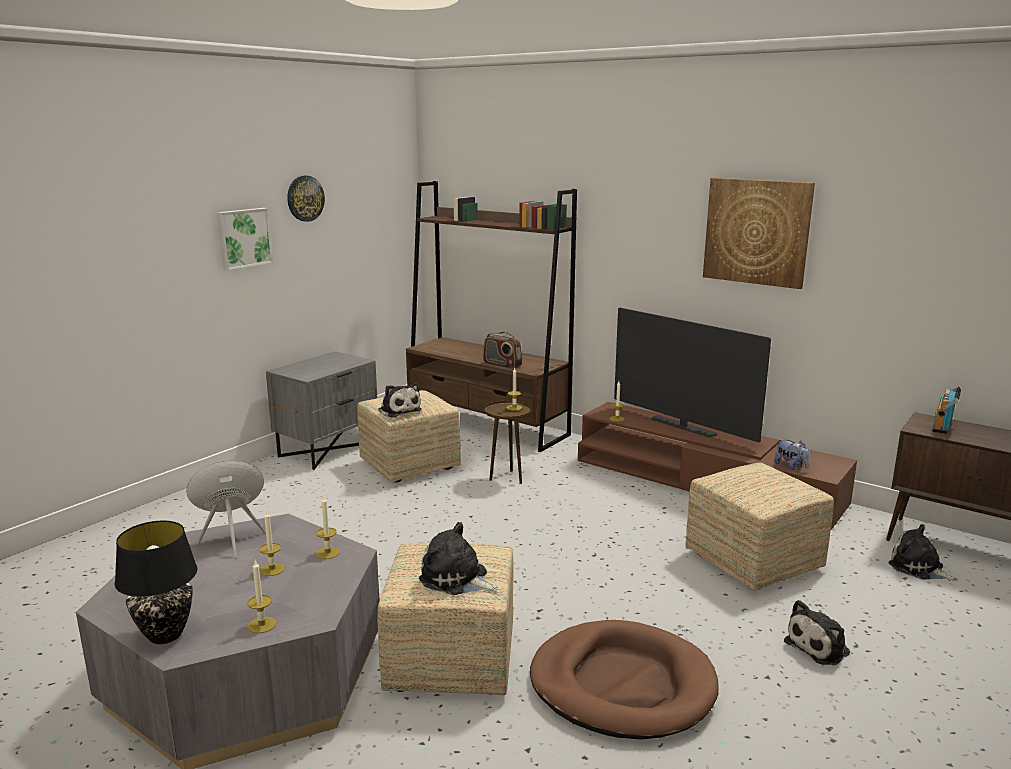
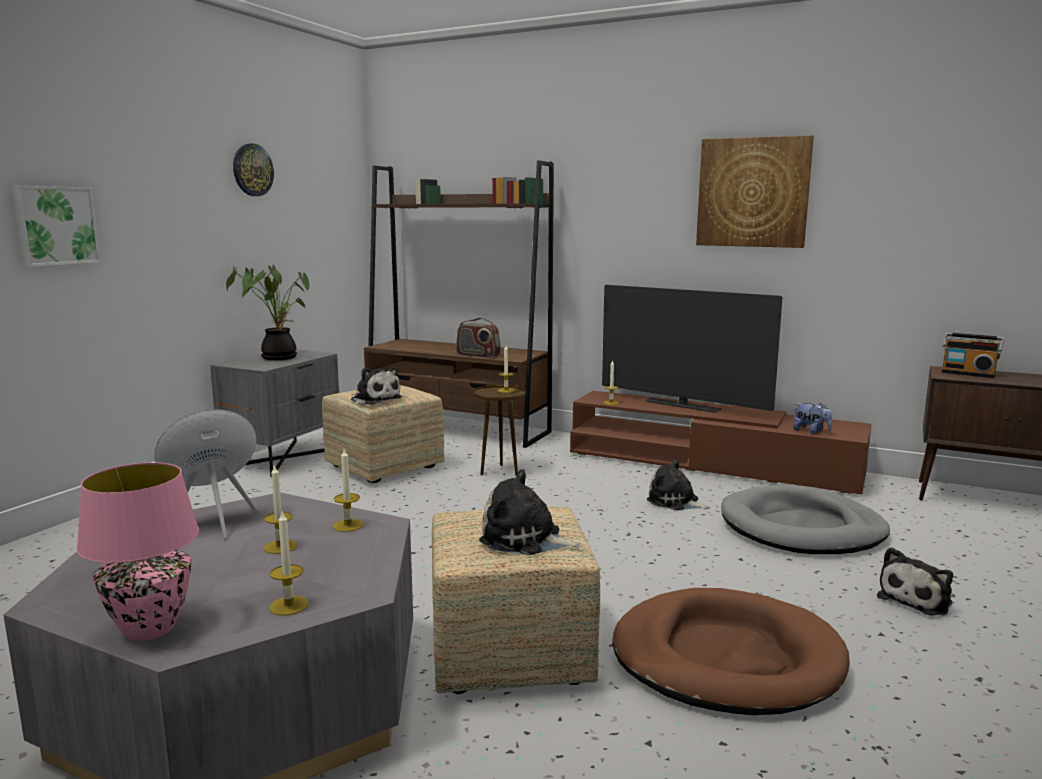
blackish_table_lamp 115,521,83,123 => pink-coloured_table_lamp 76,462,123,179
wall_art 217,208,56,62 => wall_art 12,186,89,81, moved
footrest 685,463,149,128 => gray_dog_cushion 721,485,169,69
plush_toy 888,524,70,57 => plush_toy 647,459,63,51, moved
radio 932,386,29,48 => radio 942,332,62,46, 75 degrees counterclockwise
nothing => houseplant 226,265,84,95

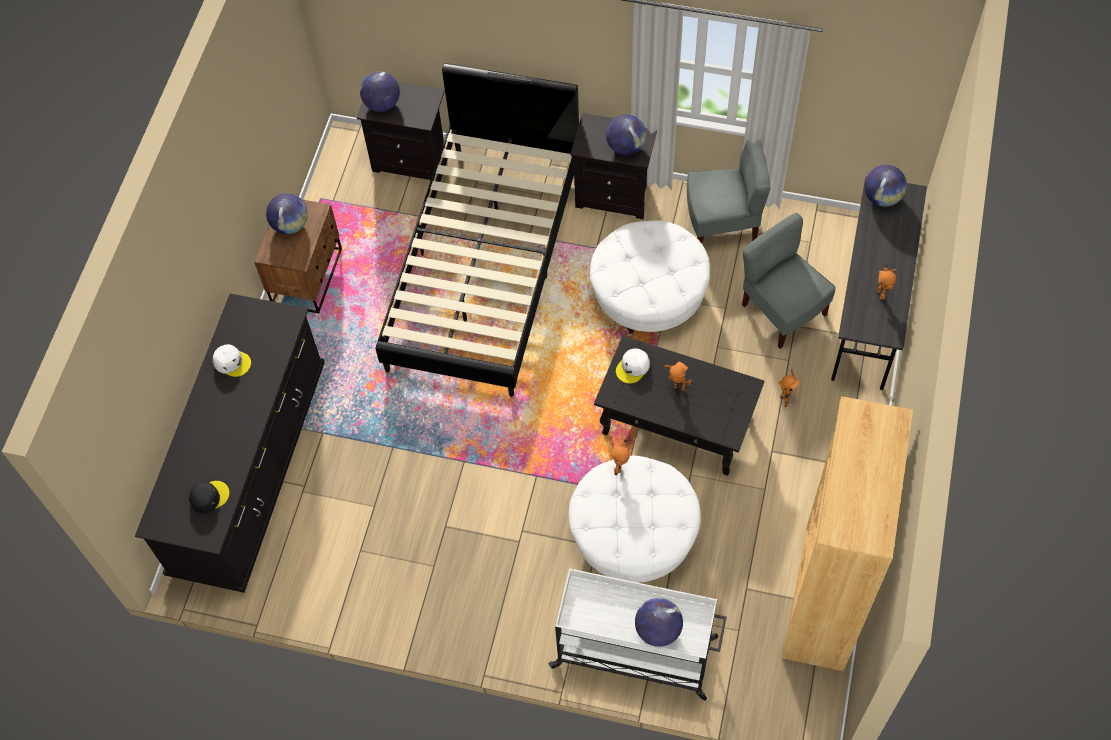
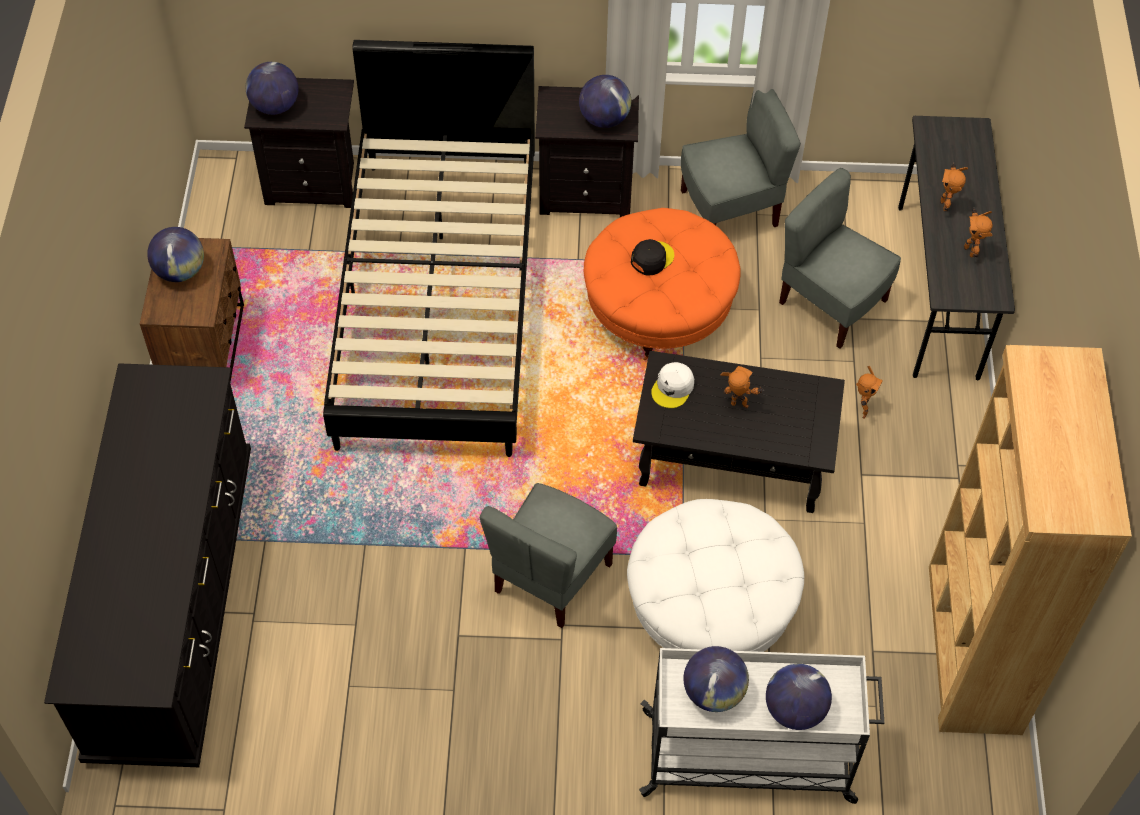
blackish_baseball_cap 189,481,41,33 => blackish_baseball_cap 631,239,43,37, moved
white-coloured_baseball_cap 213,344,38,33 => nothing
white-coloured_footrest 590,220,120,116 => orange-coloured_footrest 584,208,157,152
toy_robot 609,438,23,38 => toy_robot 940,162,28,50, moved
world_globe 864,165,43,42 => world_globe 683,646,66,66, moved
nothing => gray_chair 480,483,137,145

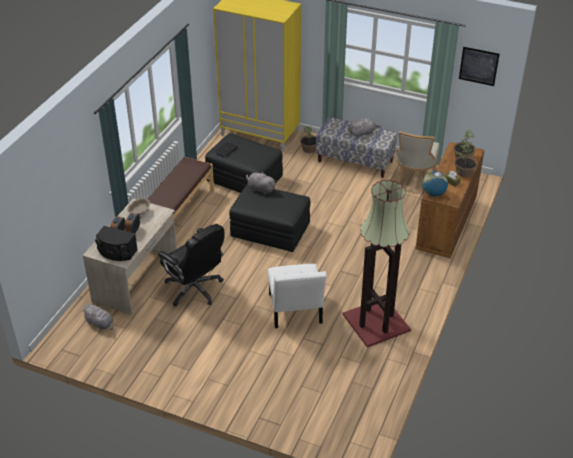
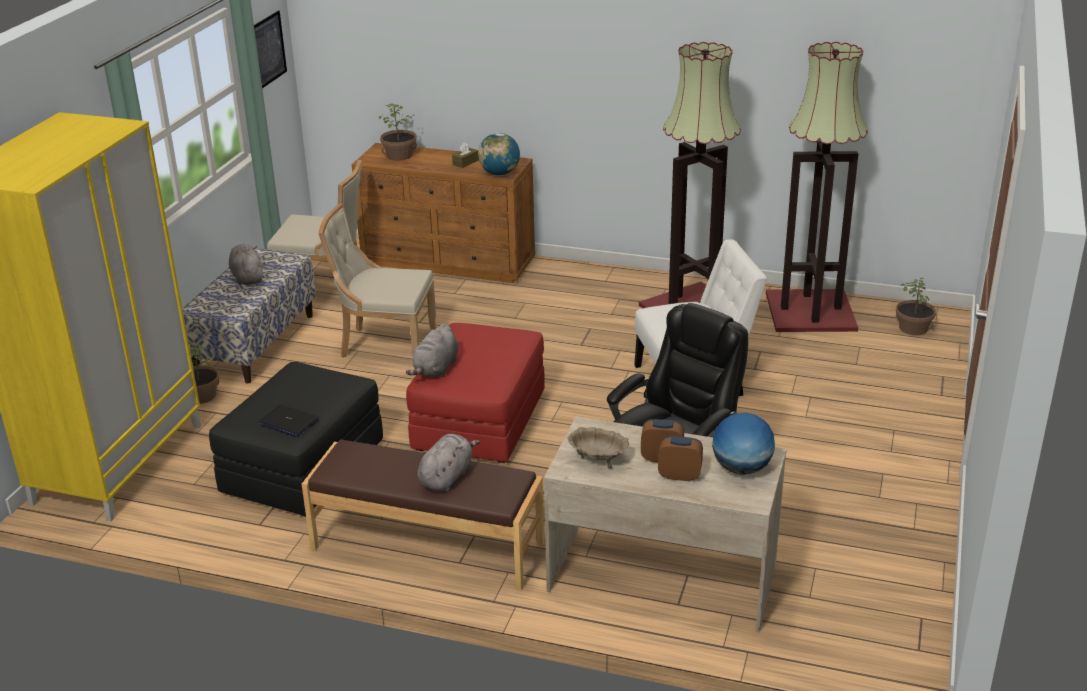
gray_plush_toy 81,304,32,26 => gray_plush_toy 417,434,63,57, moved
blackish_speaker 95,226,43,35 => world_globe 712,413,63,62
blackish_footrest 229,184,81,68 => red_footrest 406,323,139,140
houseplant 454,144,23,33 => houseplant 896,278,40,57, moved
nothing => sand-coloured_chair 318,203,119,155
nothing => standard_lamp 766,42,102,290

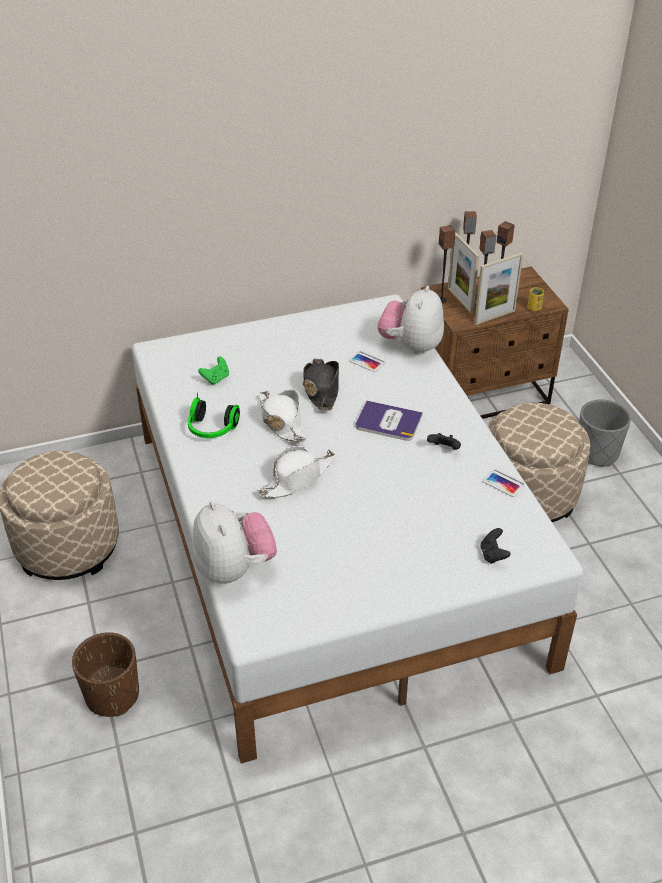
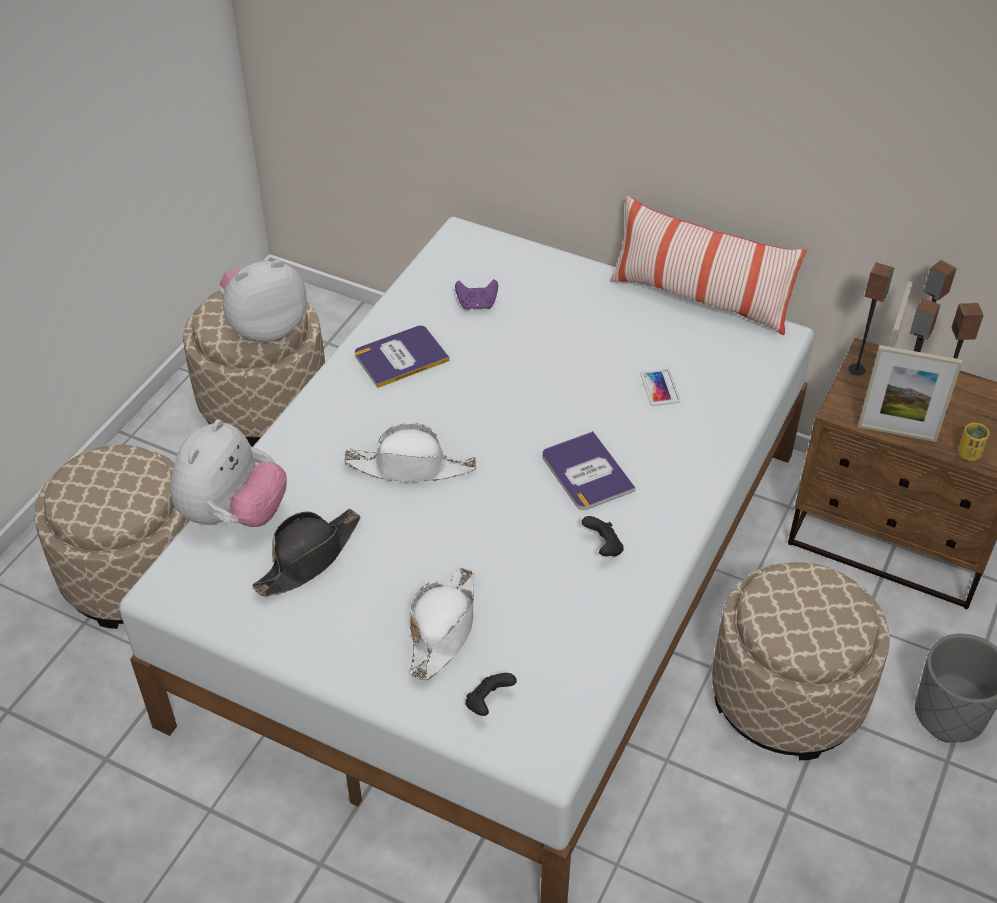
brown-coloured_planter 72,632,67,85 => sand-coloured_footrest 34,445,156,184
pair_of_headphones 188,392,52,46 => volume 355,326,95,62
greenish_game_controller 198,356,31,29 => purplish_game_controller 455,279,43,31
white-coloured_clothing_hat 259,390,47,52 => white-coloured_clothing_hat 410,568,65,112, moved
blackish_clothing_hat 303,359,36,52 => blackish_clothing_hat 252,509,108,88, moved
plush_toy 378,286,66,69 => plush_toy 219,260,88,82, moved
handset 482,469,43,28 => nothing
nothing => throw_pillow 610,196,197,139

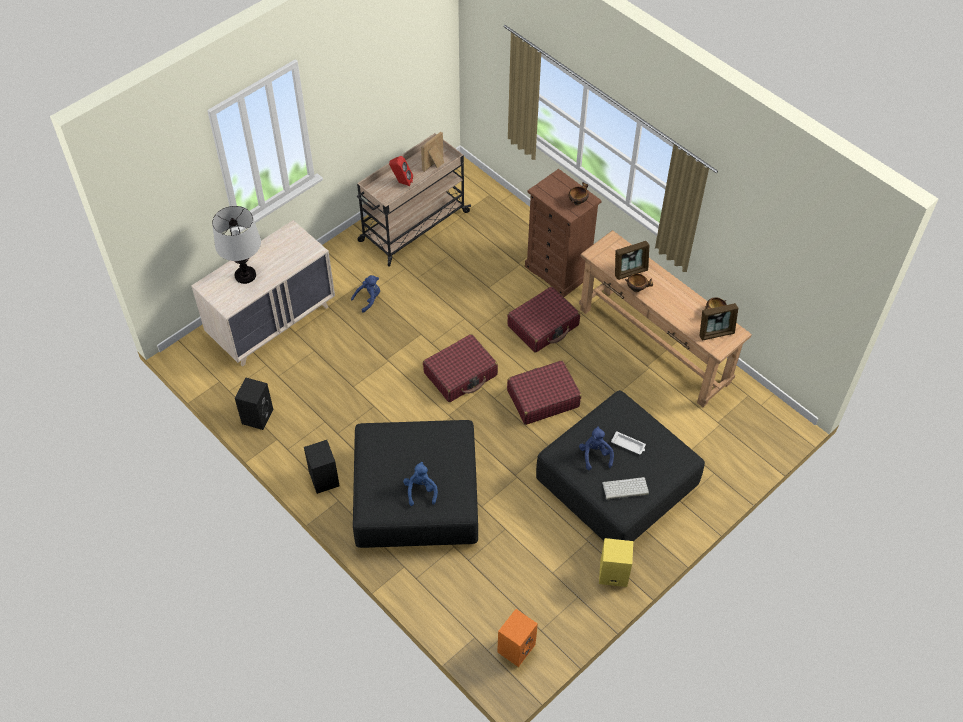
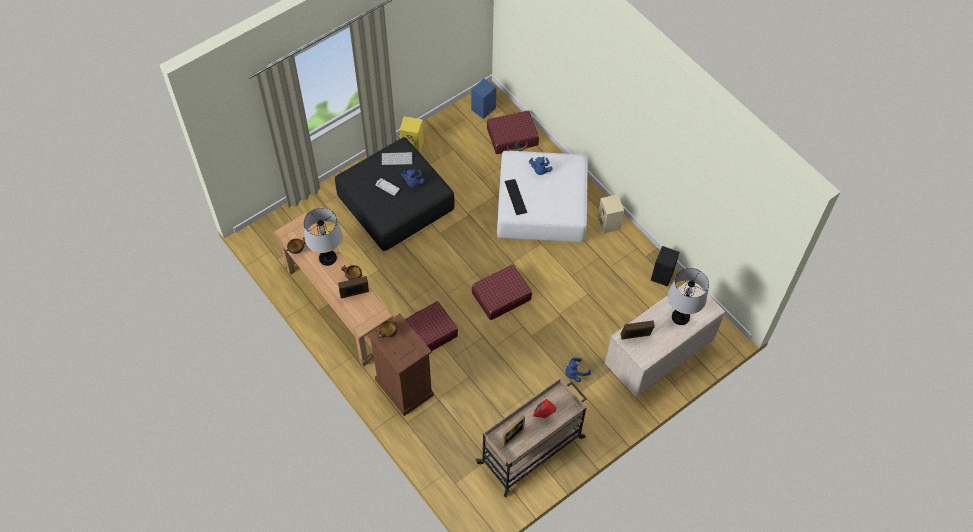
blackish_speaker 304,440,36,54 => sand-coloured_speaker 598,194,26,40
blackish_footrest 353,420,125,128 => white-coloured_footrest 497,151,91,91
orange-coloured_speaker 497,609,41,58 => bluish_speaker 471,79,25,40
red_travel_case 507,360,74,65 => red_travel_case 487,110,52,44, moved
standing_frame 699,303,39,38 => standing_frame 620,320,35,19, moved
nothing => table_lamp 304,208,38,58
nothing => PC_keyboard 505,179,22,36

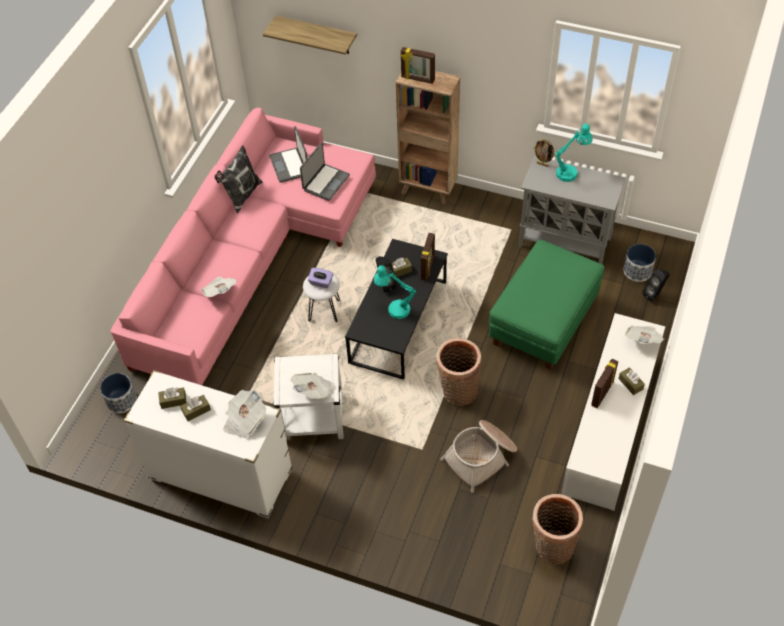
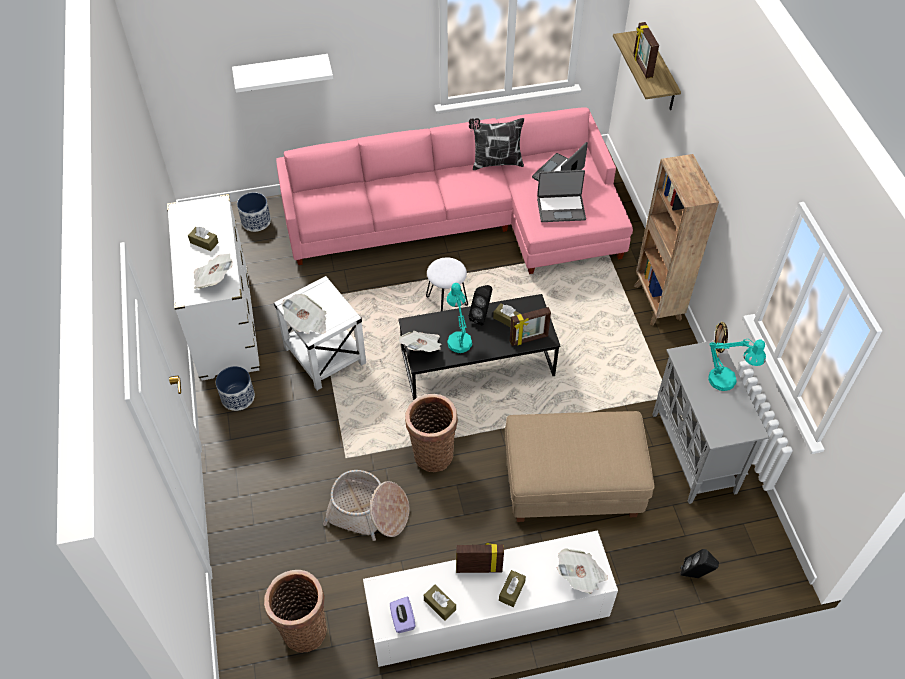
brown-coloured_box_of_tissues 158,387,29,22 => brown-coloured_box_of_tissues 424,585,32,36, moved
newspaper 202,276,34,21 => newspaper 399,331,43,21, moved
purplish_box_of_tissues 308,268,25,20 => purplish_box_of_tissues 390,597,26,36, moved
standing_frame 401,47,34,37 => standing_frame 633,22,26,57, moved
greenish_footrest 489,240,115,130 => sand-coloured_footrest 505,411,150,111
planter 623,244,33,38 => planter 216,366,39,45, moved
nothing => white-coloured_bracket_shelf 232,54,101,39

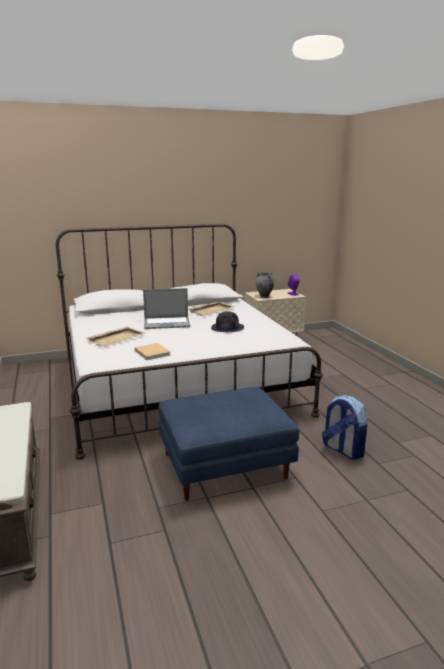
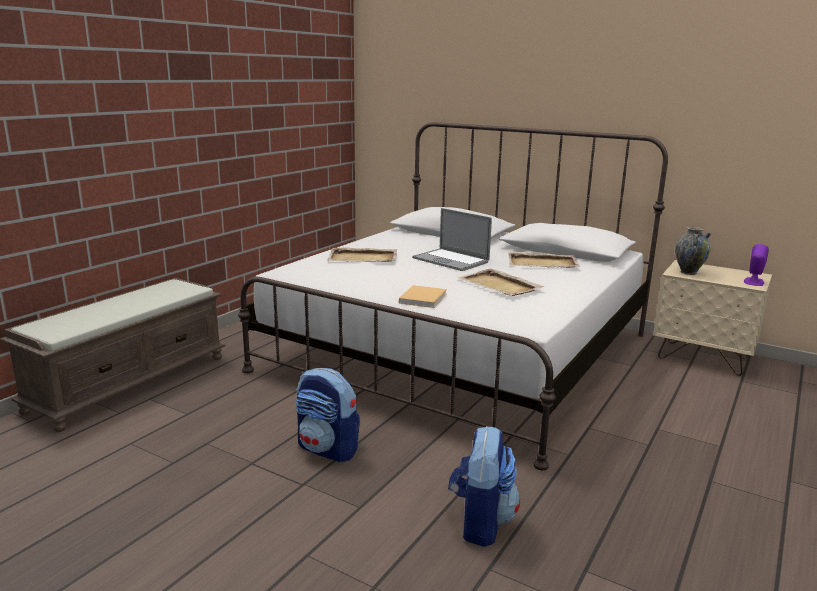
sand-coloured_volume 135,343,35,17 => sand-coloured_volume 399,285,48,23, moved
bluish_footrest 159,387,140,114 => backpack 296,368,64,95
blackish_clothing_hat 211,311,33,21 => sand-coloured_serving_tray 457,268,88,28

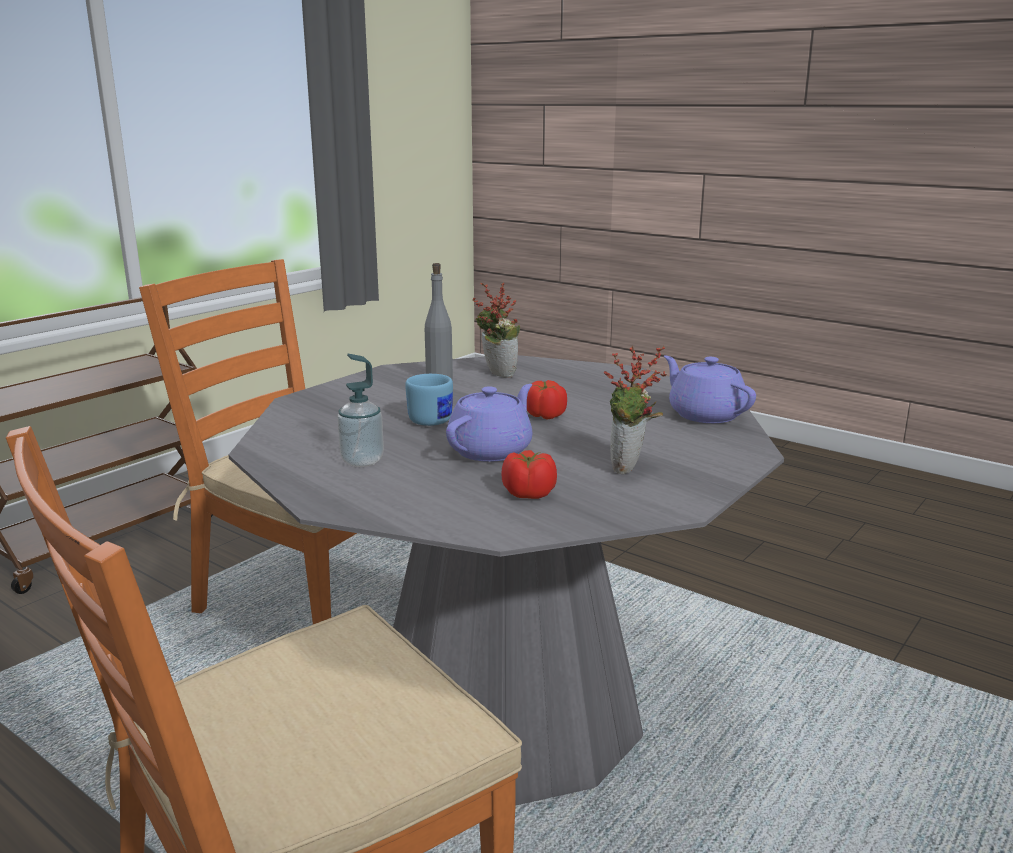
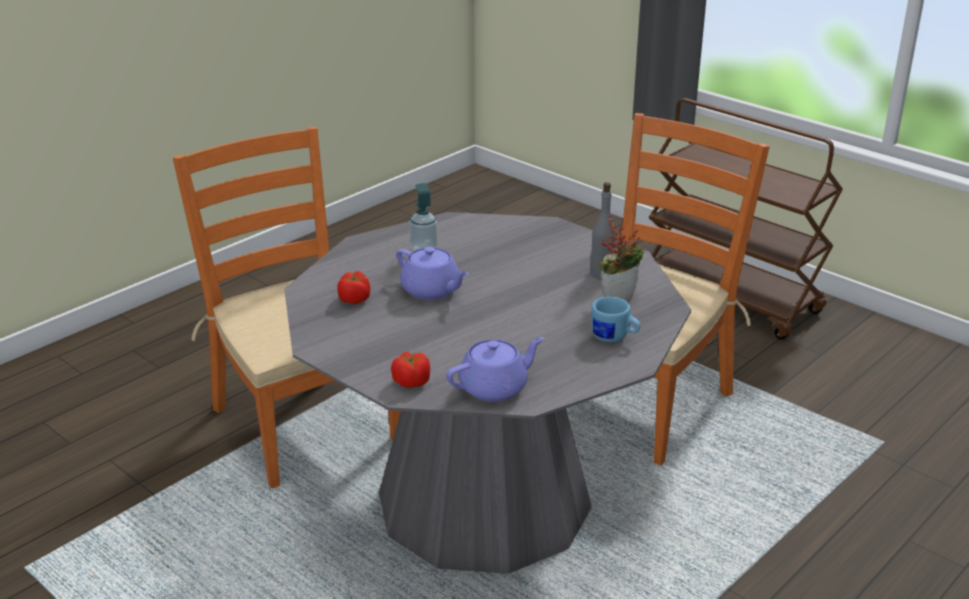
bluish_mug 405,374,48,52 => bluish_mug 592,296,49,46, moved
tomato 527,380,40,40 => tomato 391,352,39,36, moved
houseplant 604,346,63,128 => nothing

